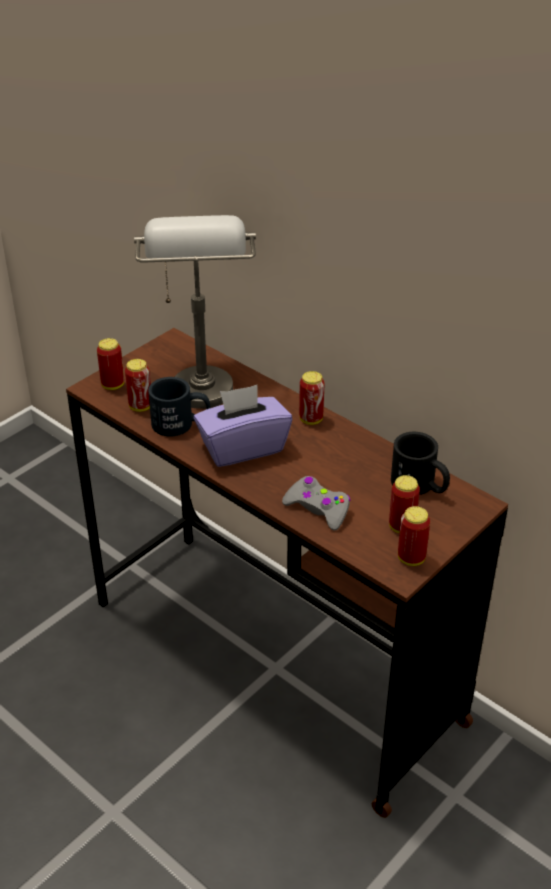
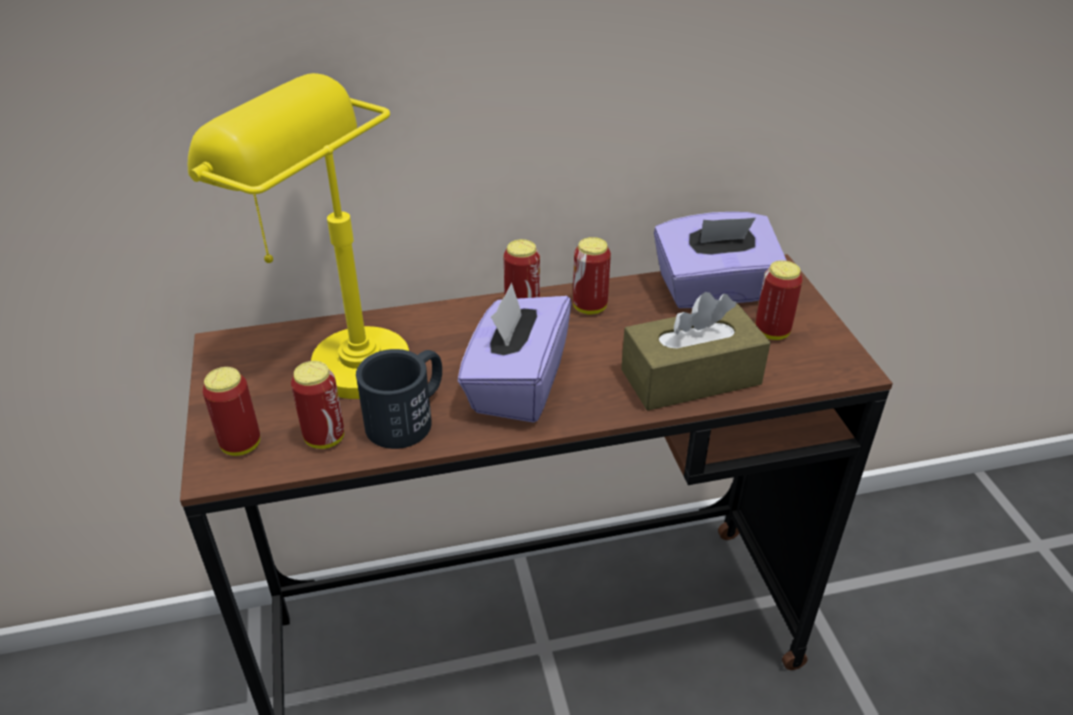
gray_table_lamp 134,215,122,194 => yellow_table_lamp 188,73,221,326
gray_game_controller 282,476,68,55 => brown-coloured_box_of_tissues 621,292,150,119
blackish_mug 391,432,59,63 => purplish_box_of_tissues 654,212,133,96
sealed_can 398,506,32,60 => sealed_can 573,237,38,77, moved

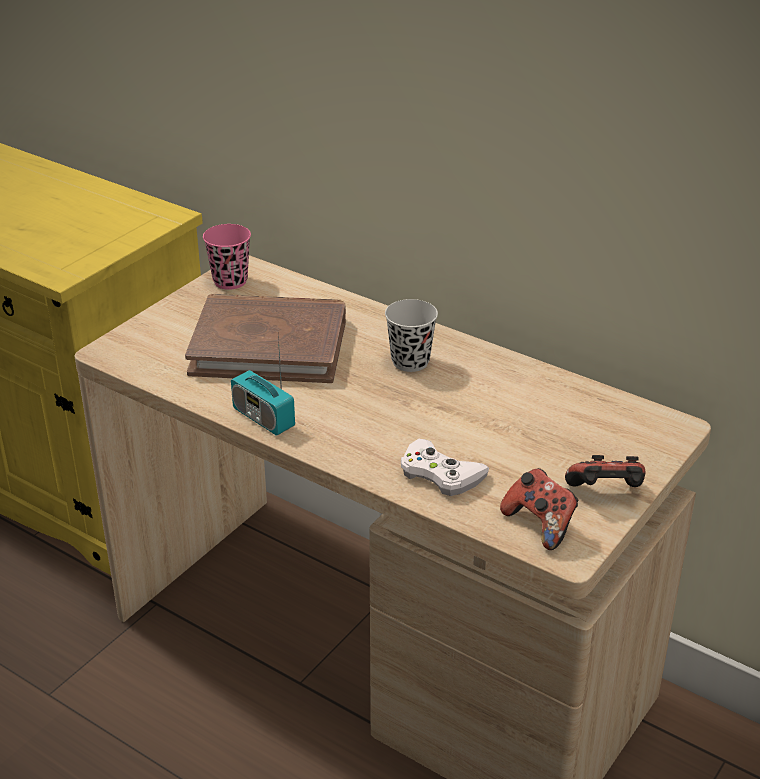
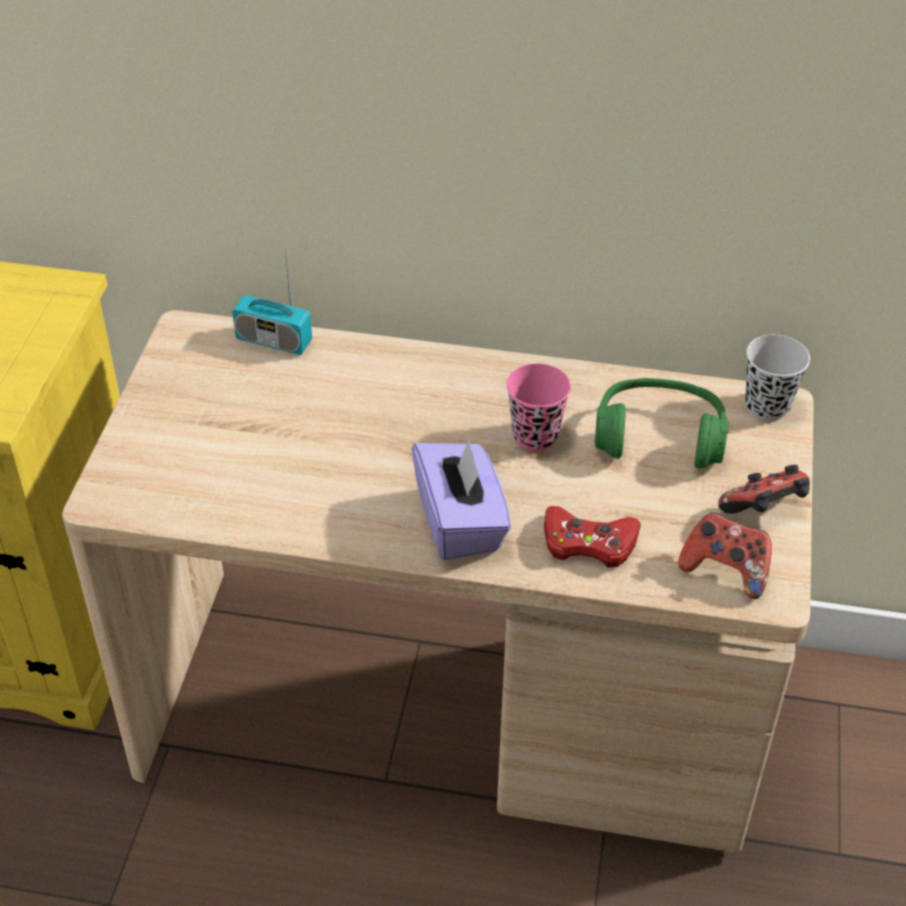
brown-coloured_volume 185,294,161,89 => nothing
pink-coloured_drinking_cup 203,224,48,66 => pink-coloured_drinking_cup 506,363,65,88, moved
radio 231,336,64,100 => radio 232,249,80,106, moved
blackish_drinking_cup 385,299,53,73 => blackish_drinking_cup 745,335,65,86, moved
white-coloured_game_controller 401,439,88,57 => red_game_controller 544,506,97,61
nothing => purplish_box_of_tissues 412,438,99,122
nothing => greenish_pair_of_headphones 595,378,134,91

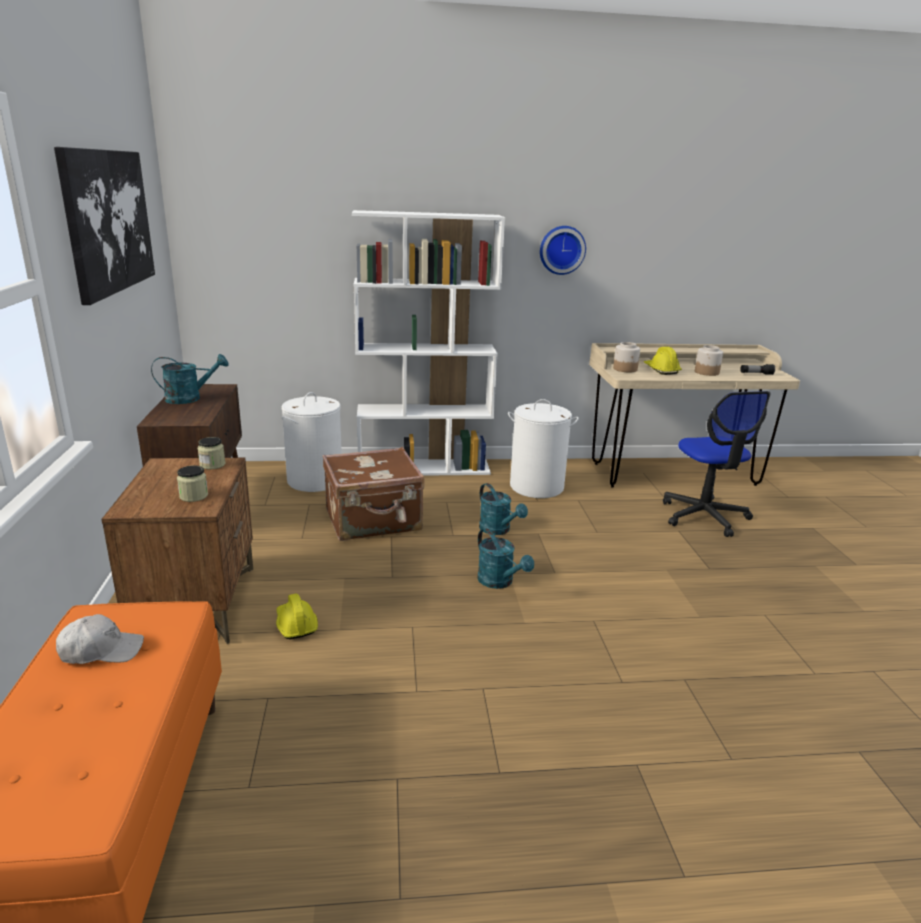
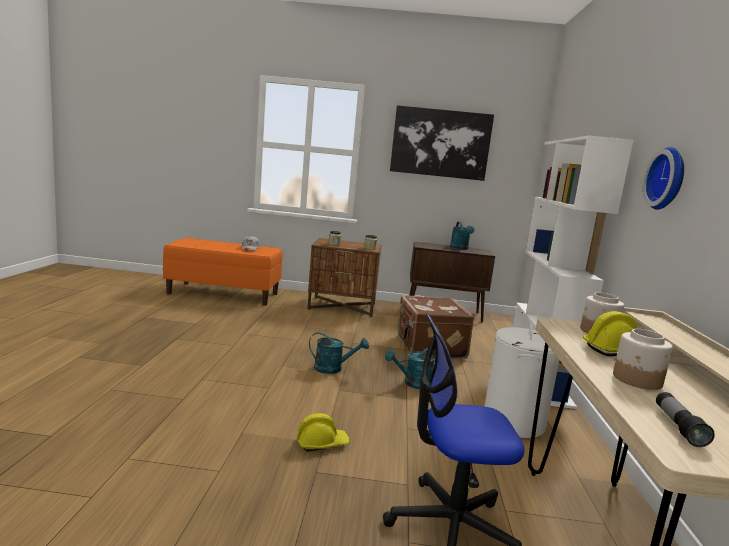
yellow_hard_hat 276,593,42,46 => yellow_hard_hat 297,413,52,39, moved
white-coloured_washing_basket 281,392,61,100 => nothing
turquoise-coloured_watering_can 477,528,57,61 => turquoise-coloured_watering_can 309,332,60,42, 150 degrees counterclockwise

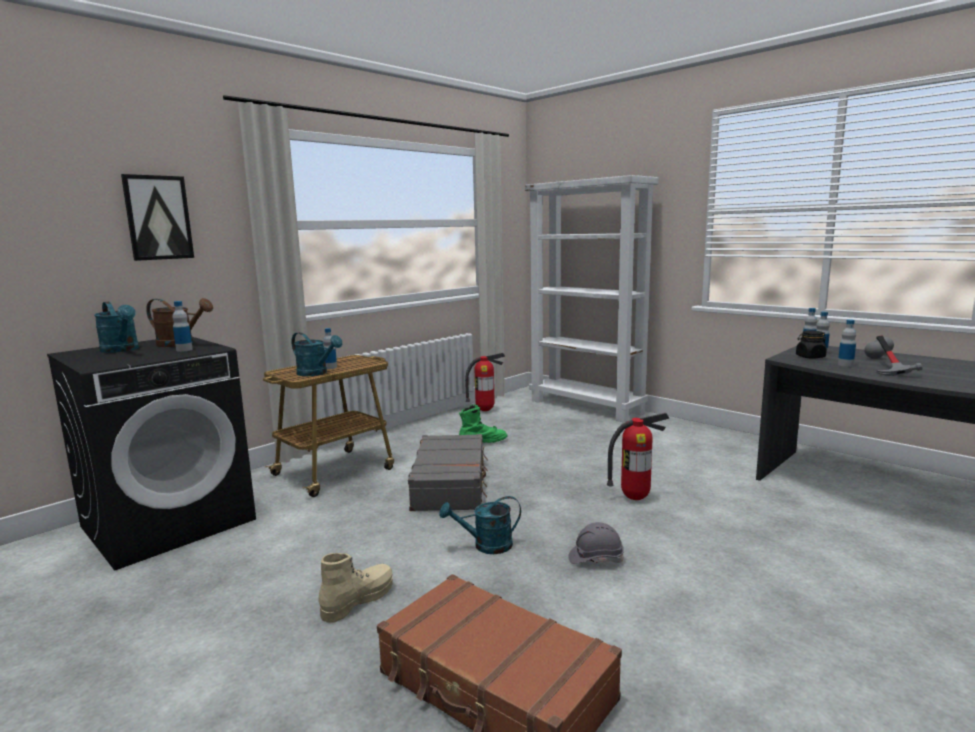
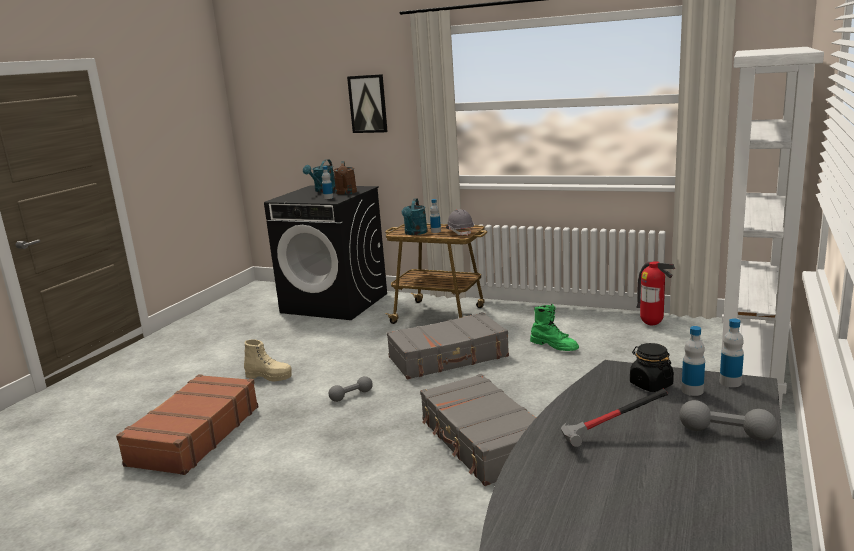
turquoise-coloured_watering_can 440,496,81,58 => gray_hand_weight 329,376,44,26
gray_hard_hat 568,522,56,42 => gray_hard_hat 446,209,28,27, moved
extinguisher 607,413,62,87 => gray_travel_case 420,374,116,112
bottle 838,319,18,48 => nothing

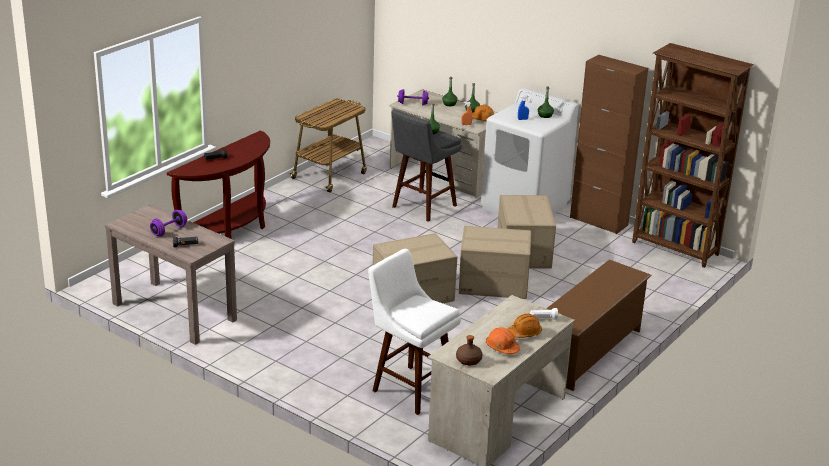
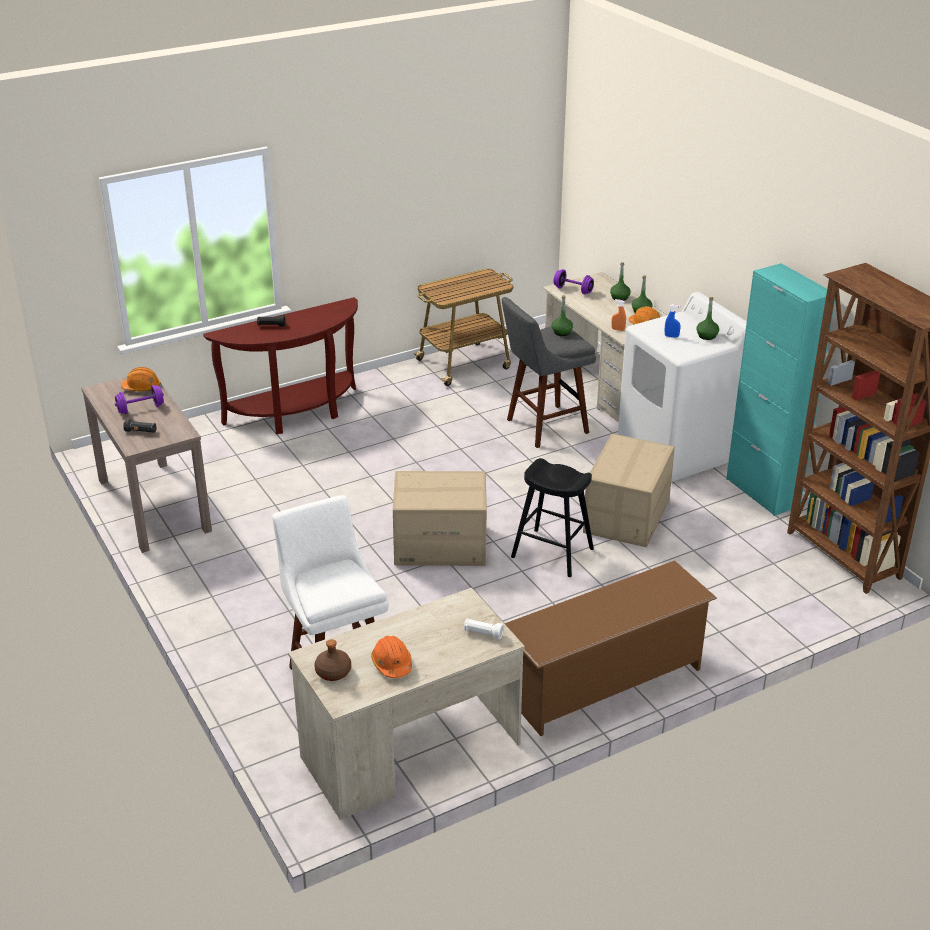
cardboard_box 459,226,72,73 => blackish_stool_seat 511,458,83,119
orange-coloured_hard_hat 507,314,35,24 => orange-coloured_hard_hat 121,367,40,24, moved
brown-coloured_storage_cabinet 570,55,78,179 => turquoise-coloured_storage_cabinet 726,263,109,253

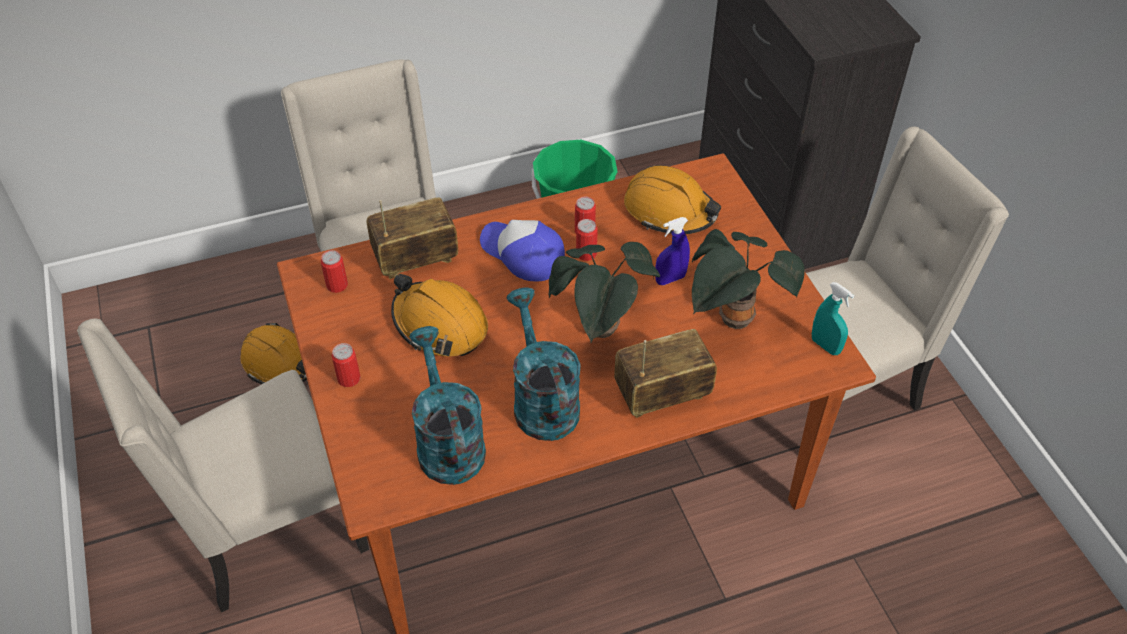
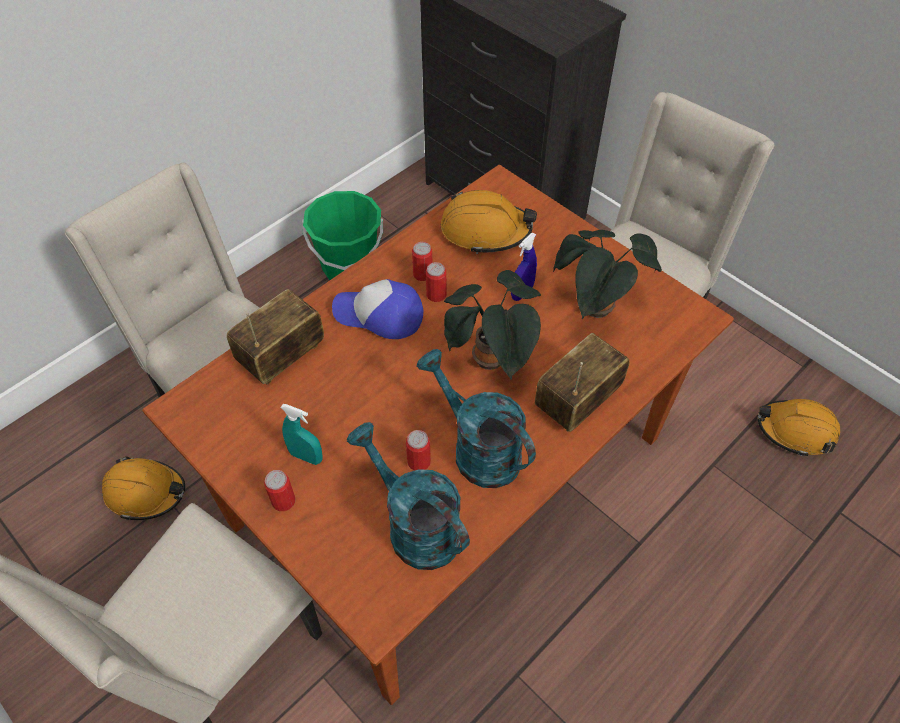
sealed_can 321,250,27,43 => sealed_can 406,430,25,41, moved
orange-coloured_hard_hat 391,274,97,83 => orange-coloured_hard_hat 758,399,82,57, moved
turquoise-coloured_hand_sprayer 812,282,43,73 => turquoise-coloured_hand_sprayer 280,404,42,61, moved

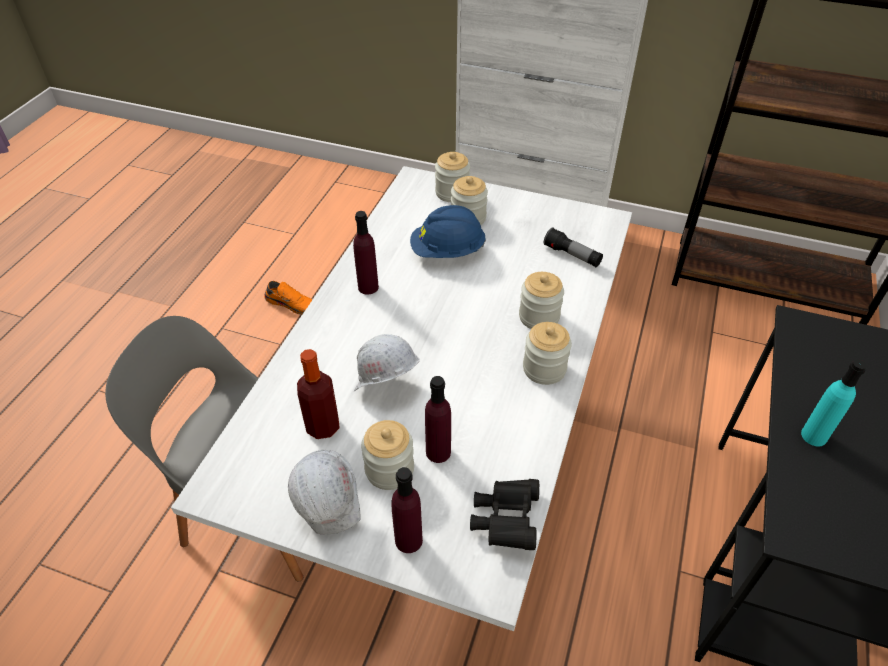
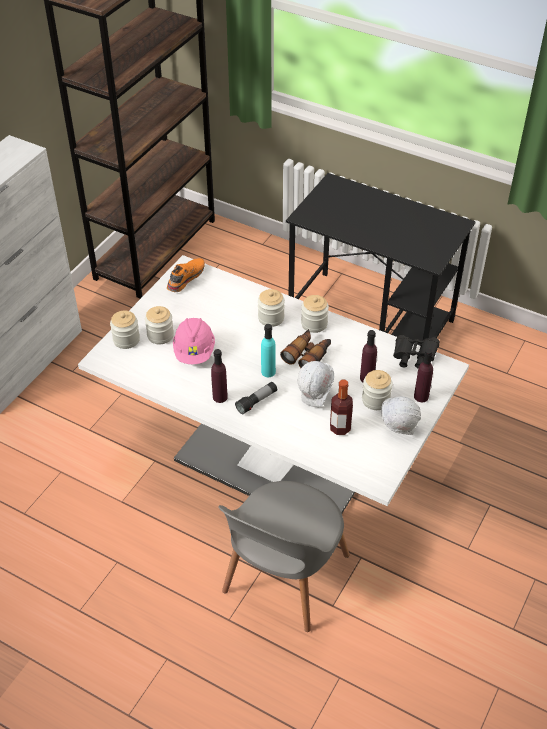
orange-coloured_item_of_footwear 264,281,48,34 => orange-coloured_item_of_footwear 167,258,38,34, moved
bluish_hard_hat 410,205,76,53 => pink-coloured_hard_hat 173,318,42,46
torch 544,228,59,39 => torch 235,382,42,33, moved
turquoise-coloured_bottle 801,360,66,86 => turquoise-coloured_bottle 261,324,15,53, moved
nothing => binoculars 280,329,51,39

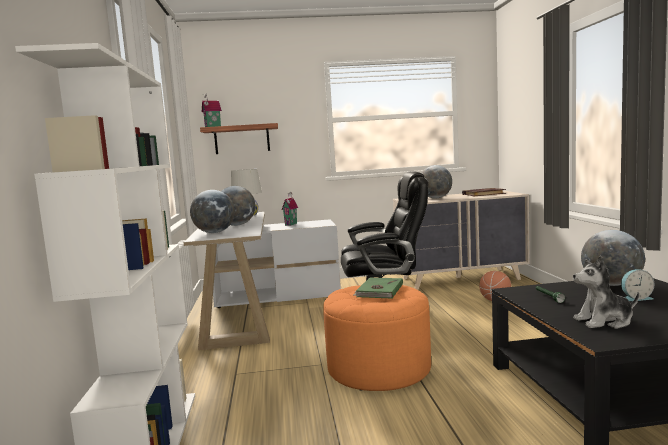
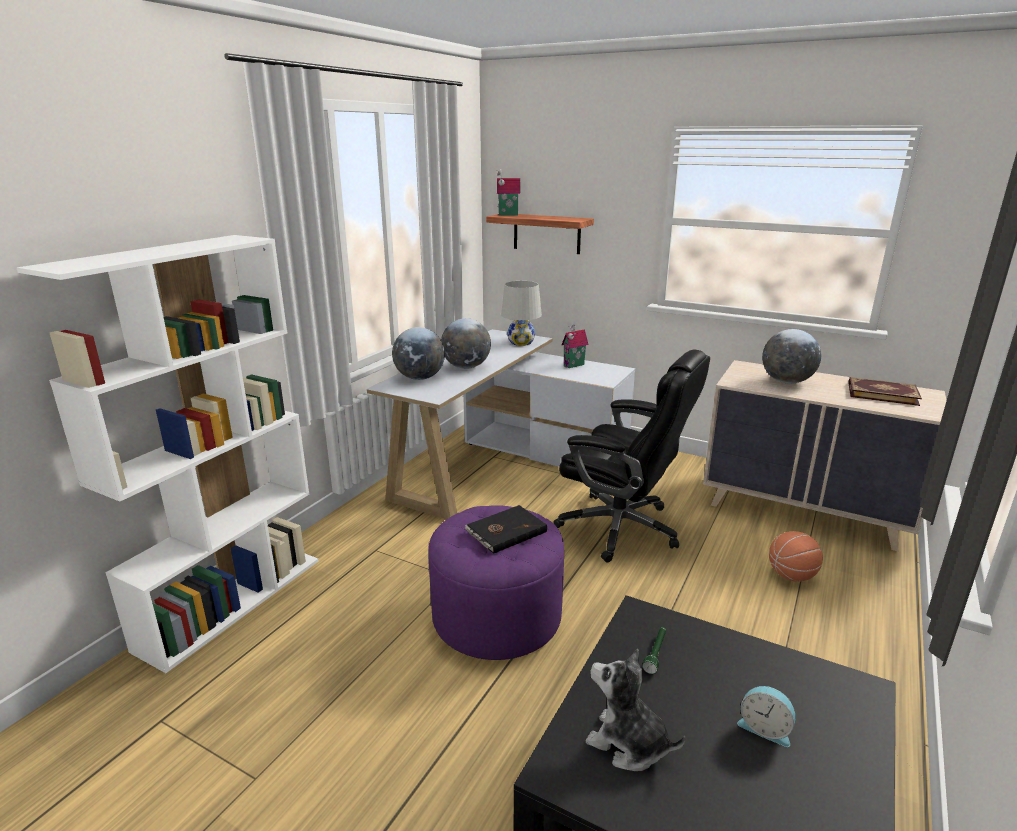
orange-coloured_footrest 323,285,108,106 => purplish_footrest 428,505,136,155
greenish_volume 353,278,50,21 => blackish_volume 465,505,82,49
world_globe 581,230,64,56 => nothing

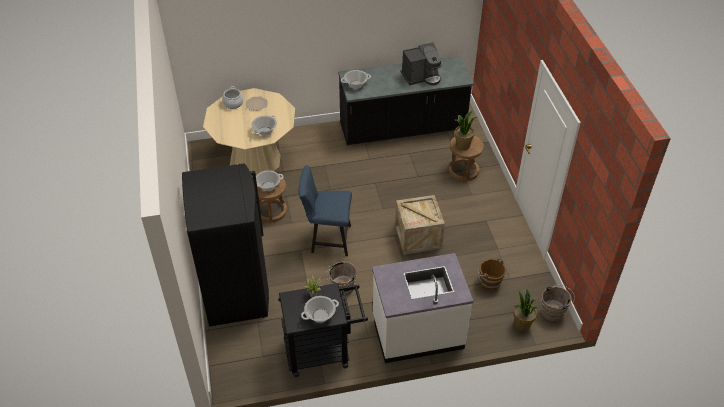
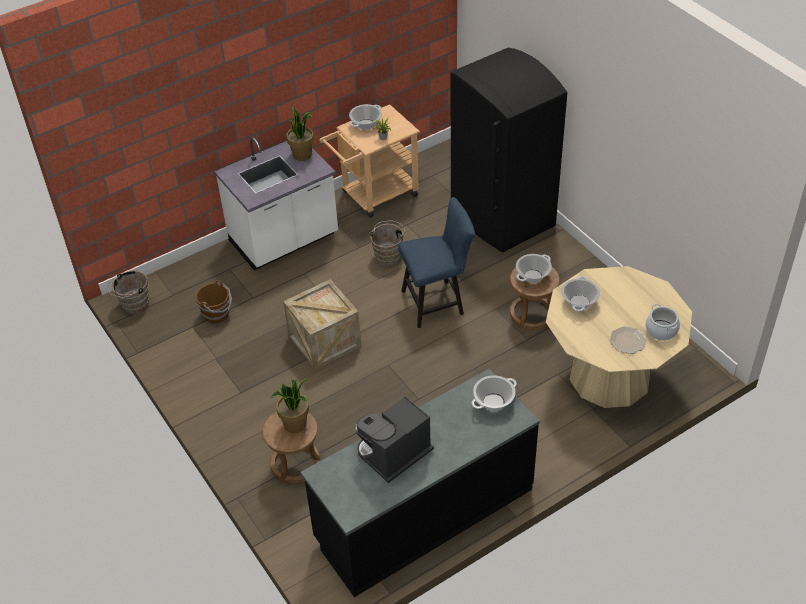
blackish_wheeled_cart 278,283,90,94 => sand-coloured_wheeled_cart 319,104,101,114
houseplant 513,289,24,42 => houseplant 286,106,28,55, moved

